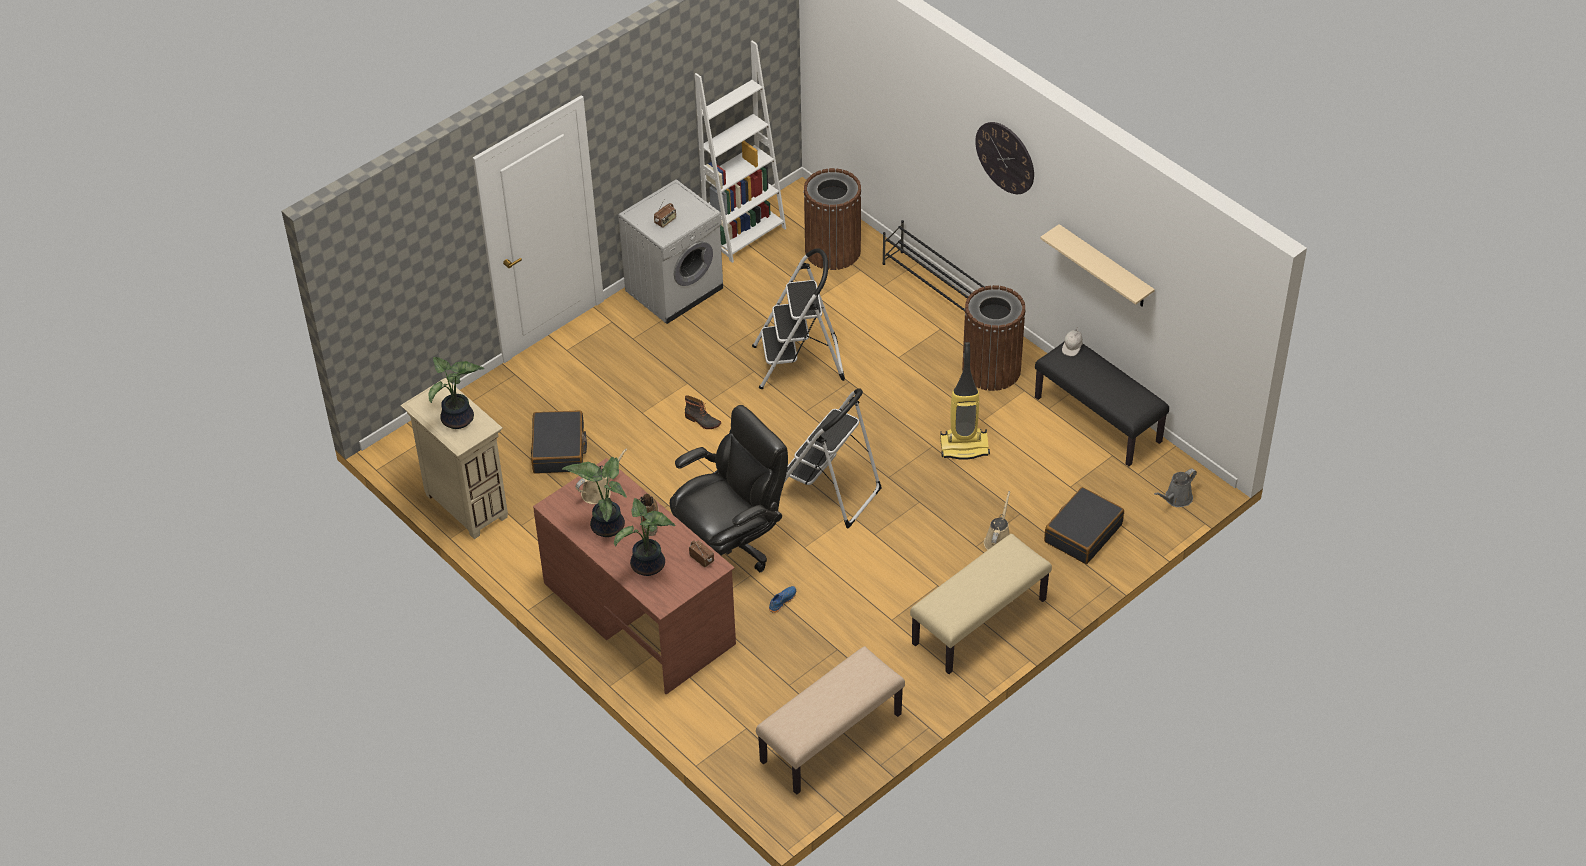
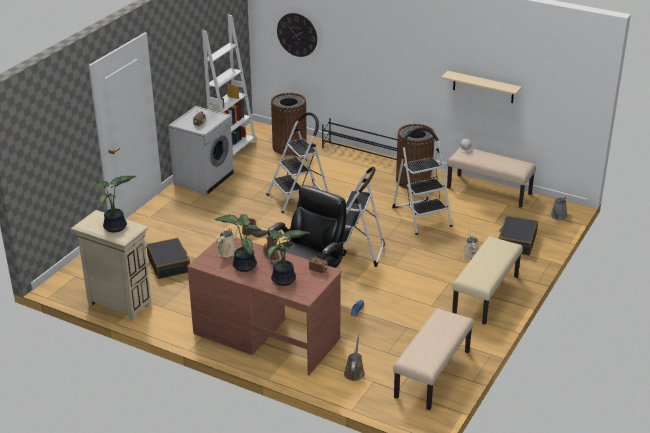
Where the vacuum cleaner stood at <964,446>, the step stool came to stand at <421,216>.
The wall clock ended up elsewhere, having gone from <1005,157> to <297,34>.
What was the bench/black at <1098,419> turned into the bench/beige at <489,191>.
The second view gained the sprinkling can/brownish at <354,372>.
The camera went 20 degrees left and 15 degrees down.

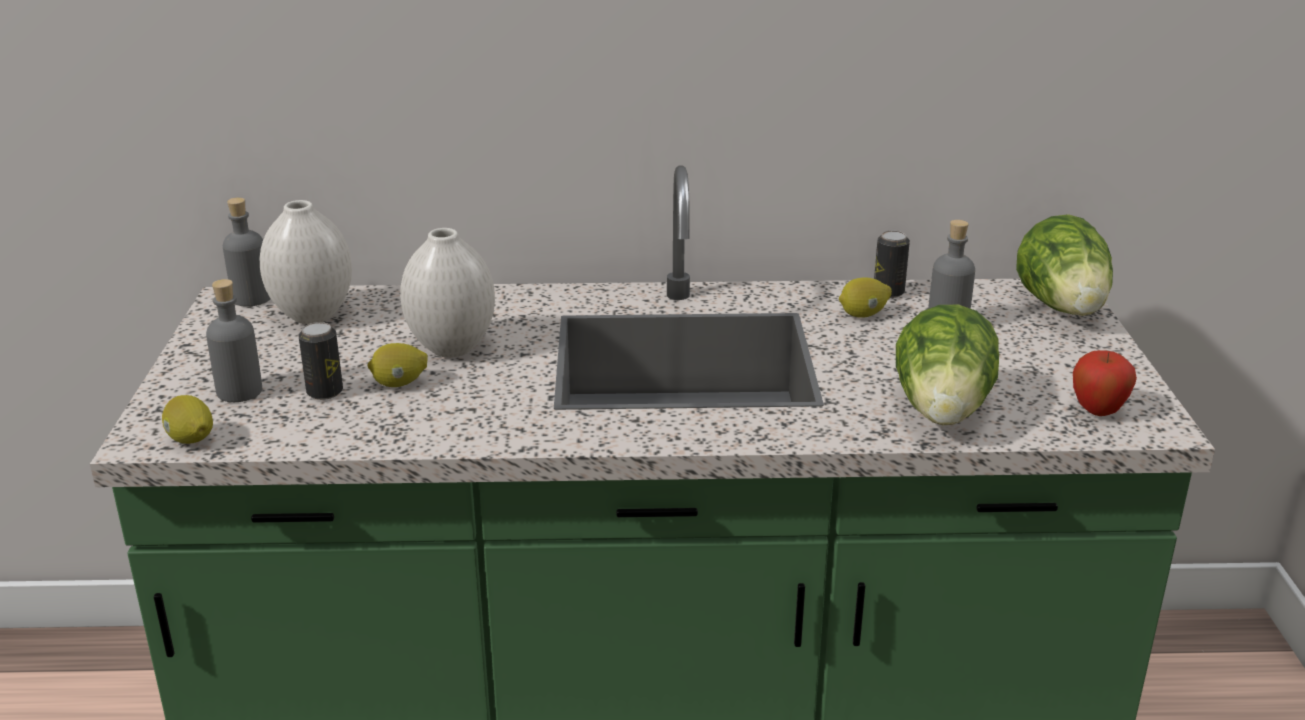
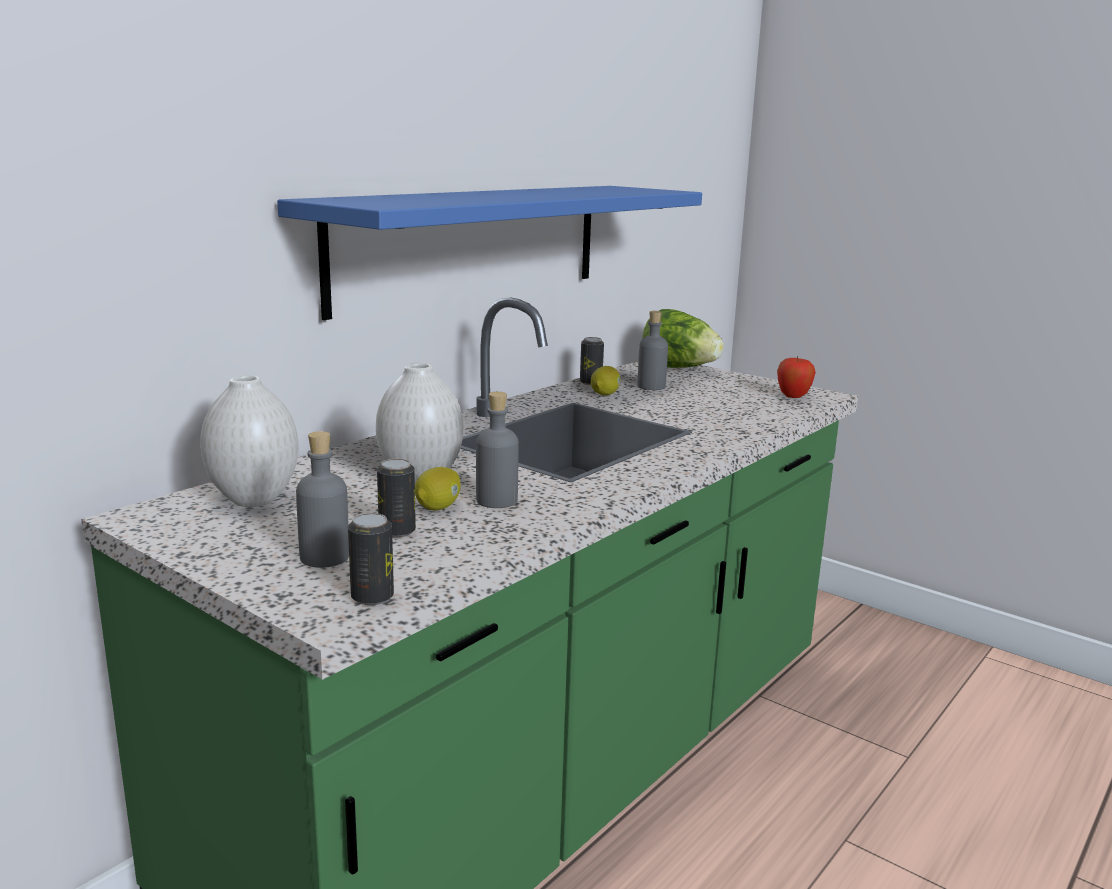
Where the lemon stood at <191,440>, the can came to stand at <372,597>.
The beverage bottle/gray ended up elsewhere, having gone from <252,298> to <496,500>.
The second view lost the lettuce head at <943,412>.
The second view gained the shelf/bluish at <473,244>.
The camera went 50 degrees left and 10 degrees down.

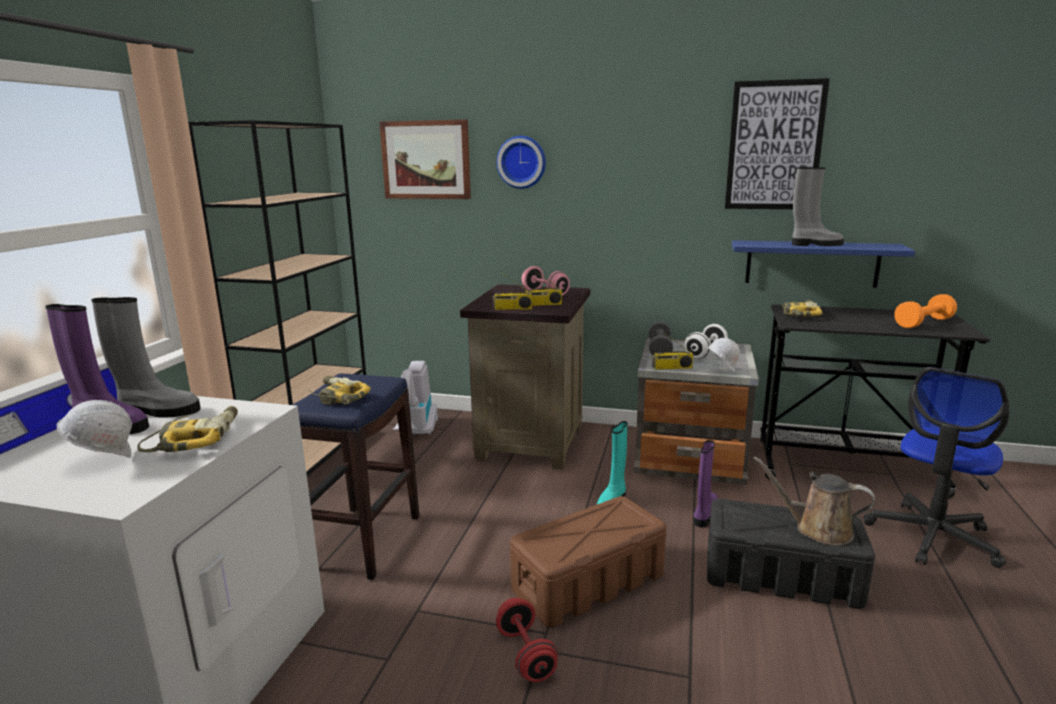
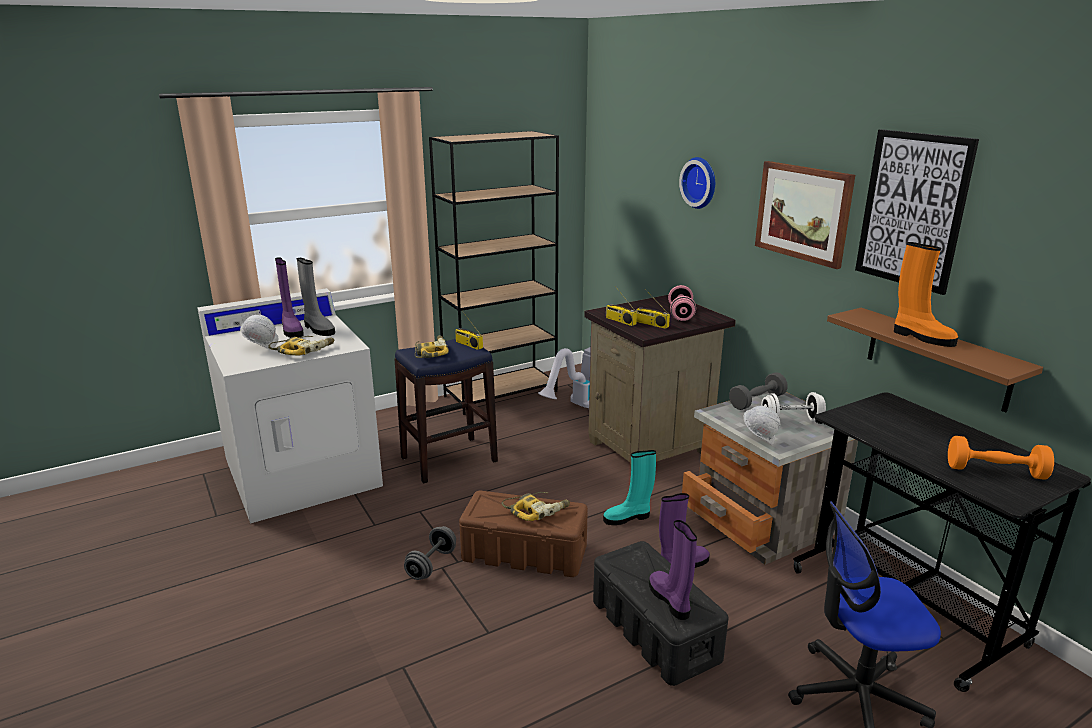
The wall art ended up elsewhere, having gone from <426,160> to <803,212>.
What was the hand weight/reddish at <526,654> turned into the hand weight/gray at <431,564>.
The radio set ended up elsewhere, having gone from <672,368> to <468,345>.
What was the shelf/bluish at <811,263> turned into the shelf/brownish at <937,358>.
Where the sprinkling can/brownish stood at <817,529>, the boot/purple-coloured came to stand at <670,600>.
The power drill ended up elsewhere, having gone from <798,314> to <536,510>.
What was the boot/gray at <815,244> turned into the boot/orange at <921,337>.
The camera went 45 degrees right and 5 degrees up.

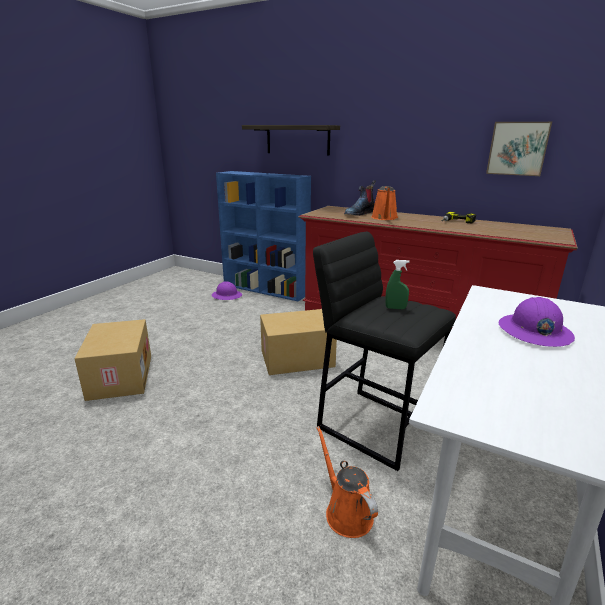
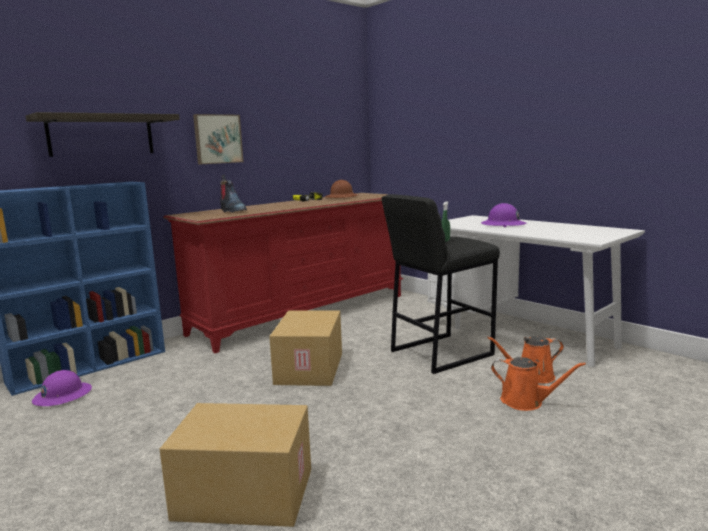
The sprinkling can/orange ended up elsewhere, having gone from <384,218> to <526,402>.
The wall art ended up elsewhere, having gone from <517,148> to <217,139>.
The second view gained the safety helmet/brownish at <342,197>.
The camera went 70 degrees left and 10 degrees down.

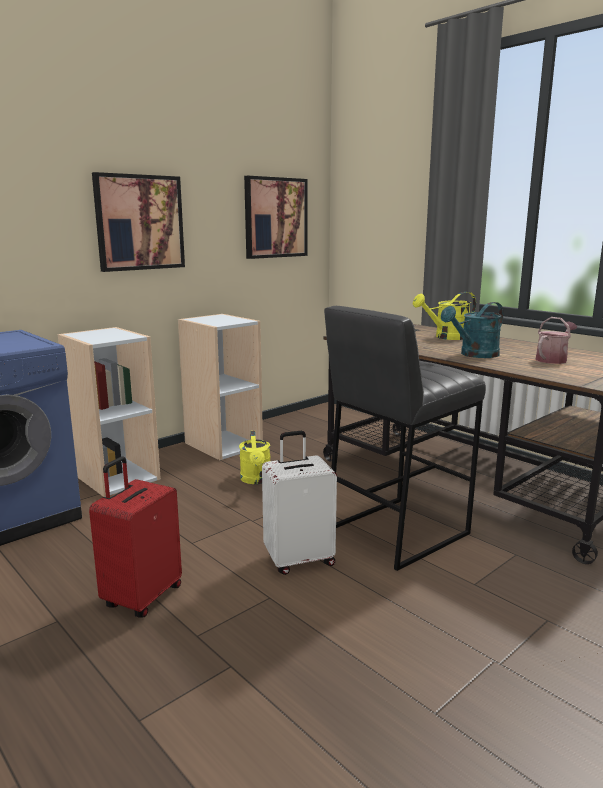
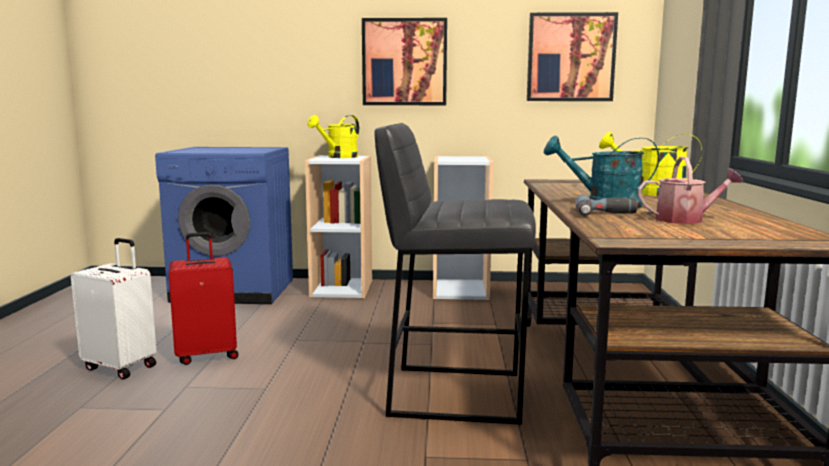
The sprinkling can/yellowish ended up elsewhere, having gone from <256,480> to <338,157>.
The travel case/whitish ended up elsewhere, having gone from <299,559> to <121,367>.
The second view gained the power drill at <605,214>.
The camera went 45 degrees right and 5 degrees down.

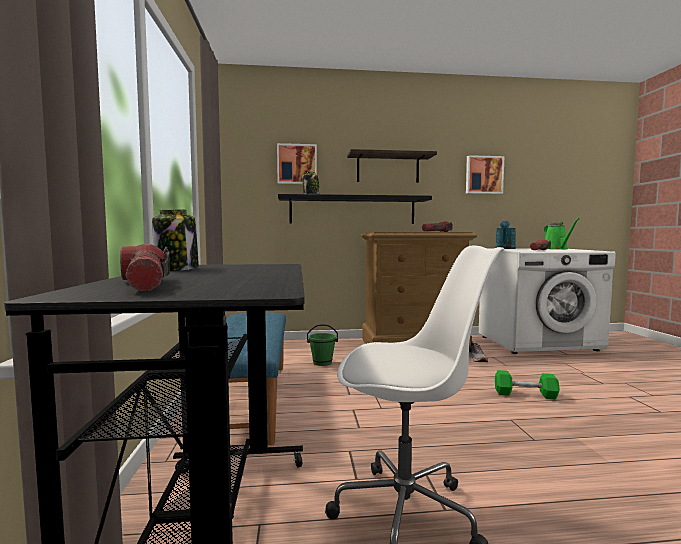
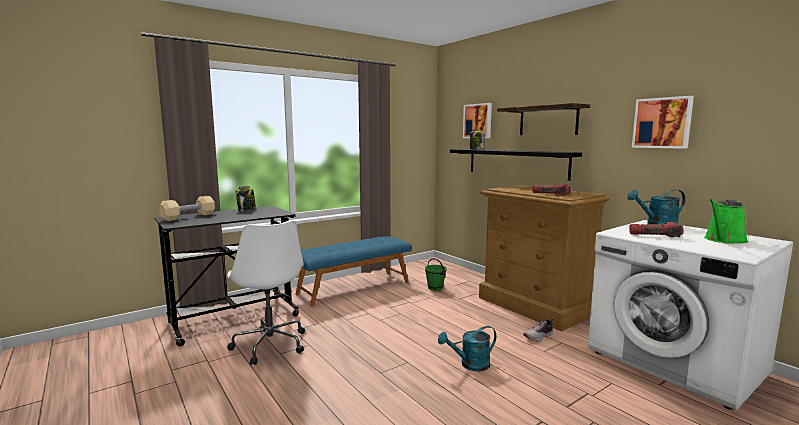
Where the hand torch stood at <146,285>, the hand weight/beige came to stand at <188,217>.
Where the hand weight/greenish stood at <525,394>, the sprinkling can/turquoise-coloured came to stand at <470,365>.
The camera went 60 degrees right and 5 degrees up.

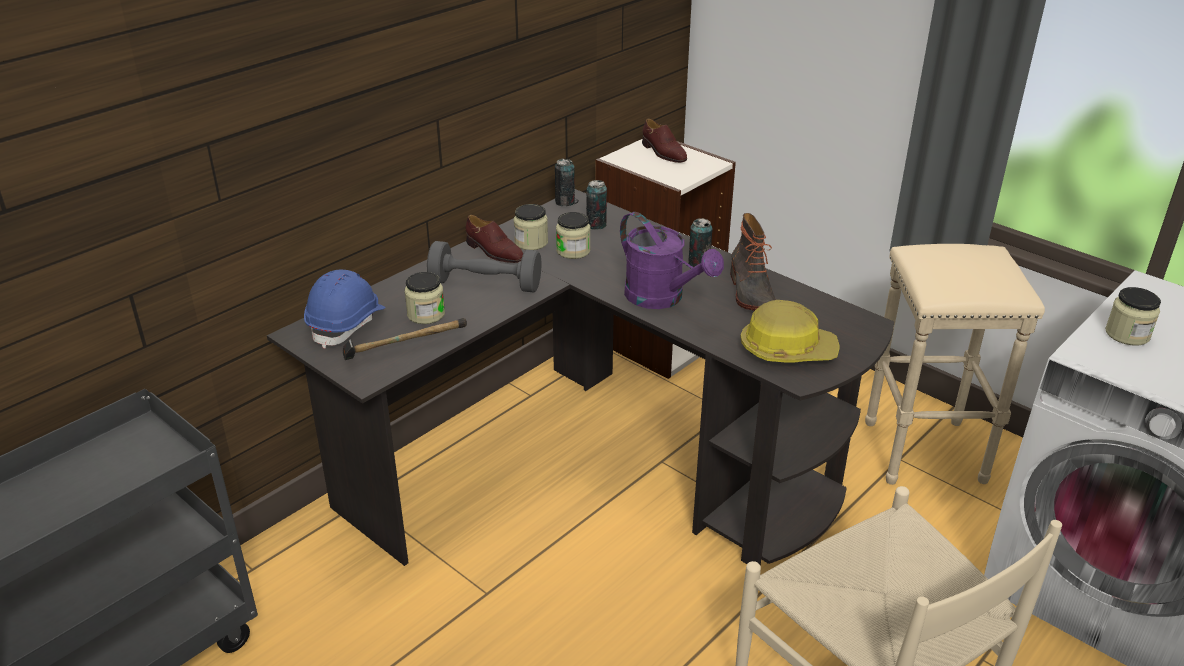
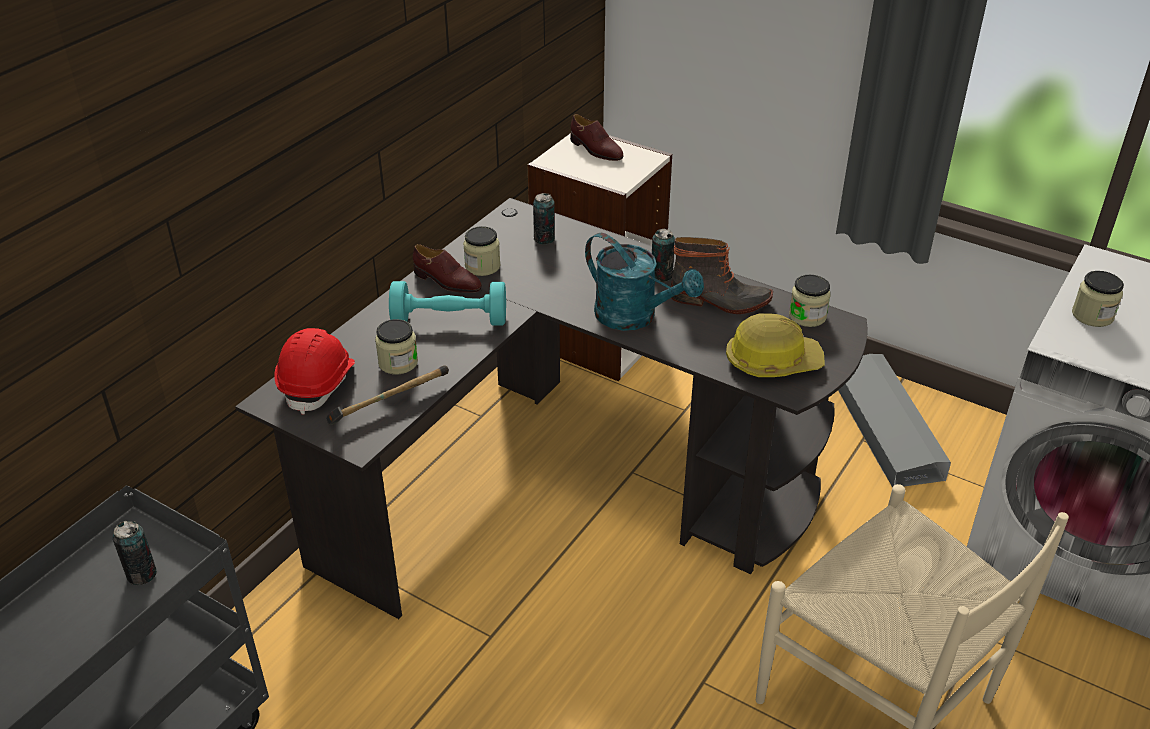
What was the safety helmet/bluish at <347,324> turned into the safety helmet/reddish at <318,383>.
What was the hand weight/gray at <485,284> turned into the hand weight/turquoise-coloured at <449,321>.
The can ended up elsewhere, having gone from <565,202> to <142,574>.
The preserve jar ended up elsewhere, having gone from <573,251> to <807,316>.
What was the sprinkling can/purple-coloured at <662,298> turned into the sprinkling can/turquoise-coloured at <635,317>.
The boot at <750,292> ended up facing another way, 60 degrees counterclockwise from before.
Where the stool/beige stood at <926,449>, the storage box/gray came to stand at <885,427>.
The camera went 10 degrees left and 5 degrees up.

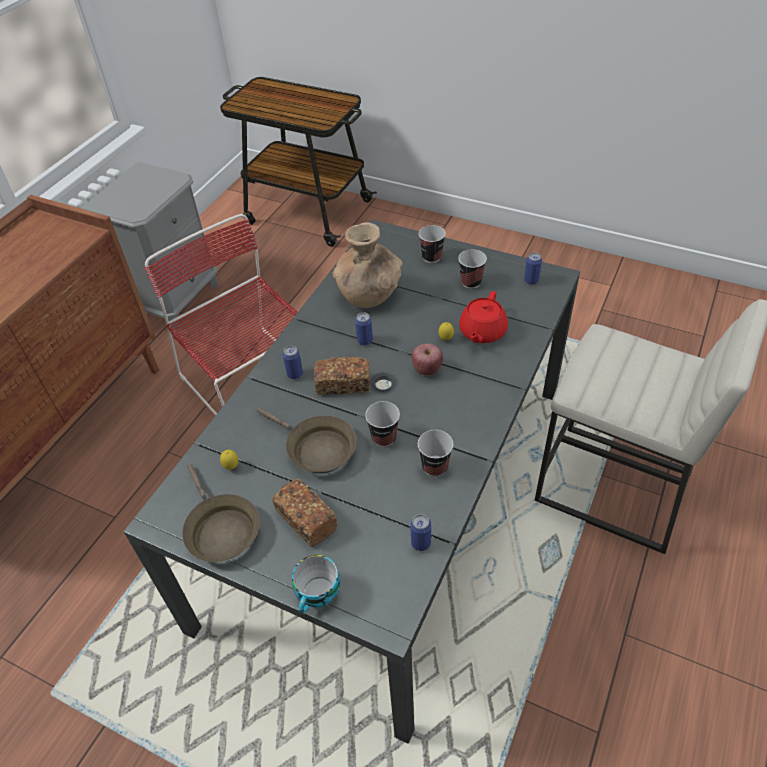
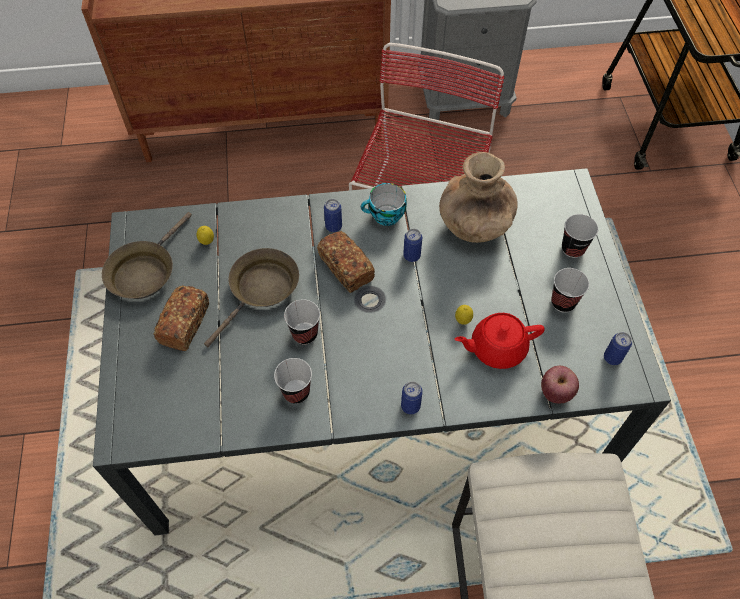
The frying pan/brownish at <316,449> ended up facing another way, 150 degrees counterclockwise from before.
The small cup ended up elsewhere, having gone from <318,595> to <385,216>.
The can ended up elsewhere, having gone from <421,543> to <410,406>.
The apple fruit ended up elsewhere, having gone from <427,369> to <556,392>.
The camera went 55 degrees right and 10 degrees up.

